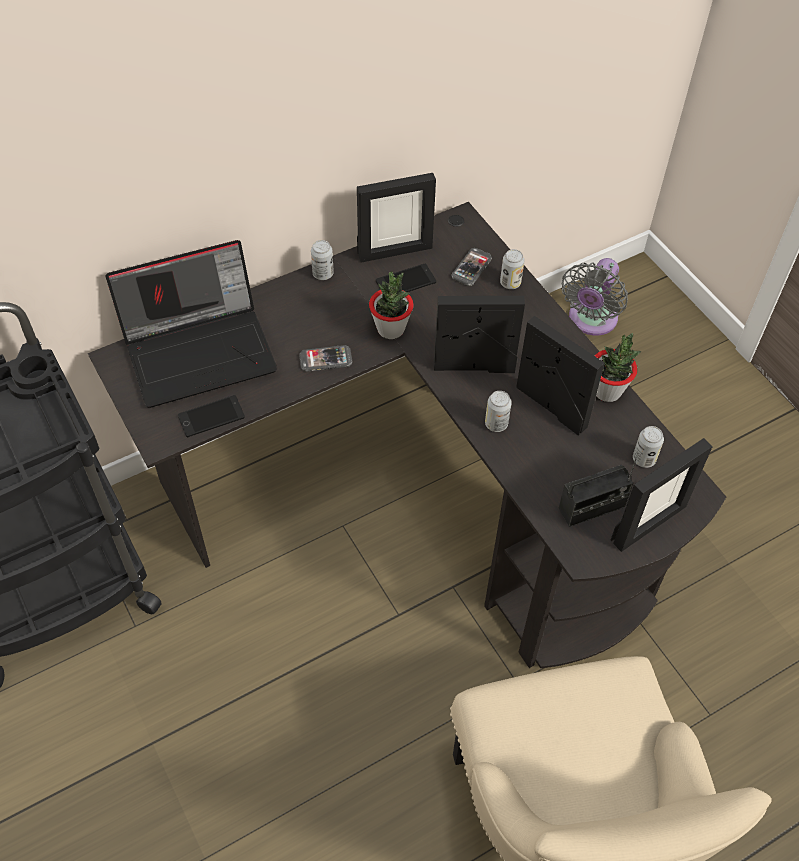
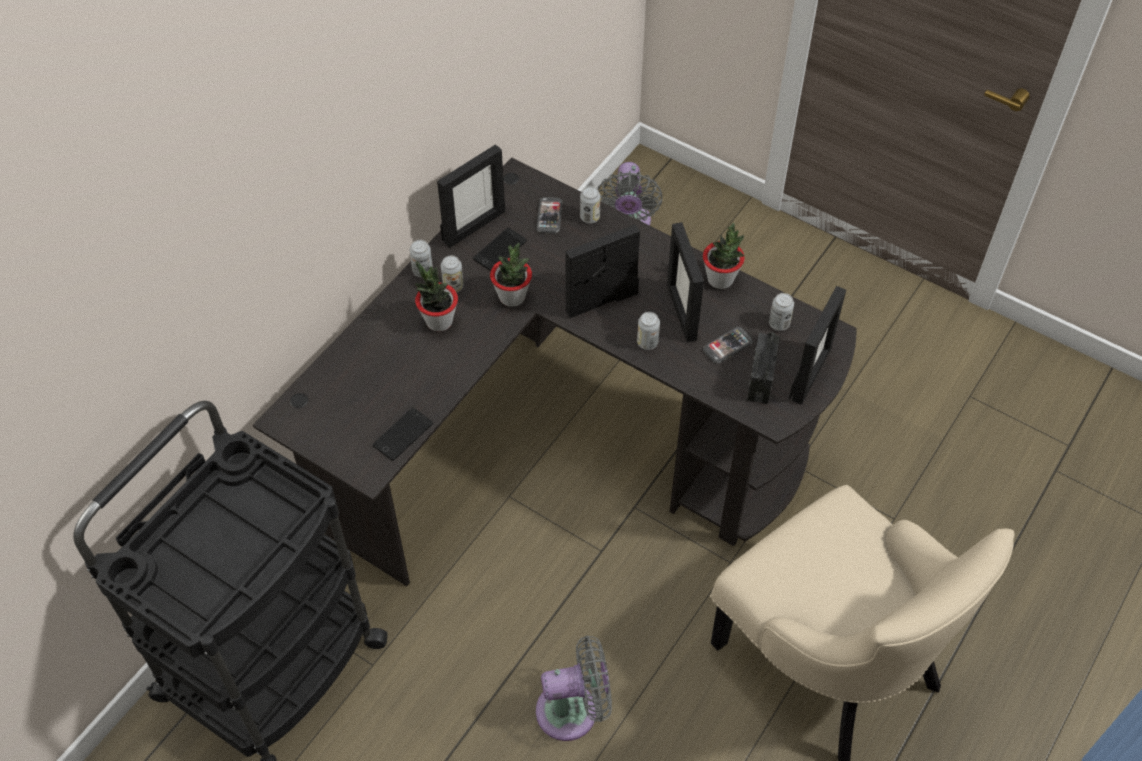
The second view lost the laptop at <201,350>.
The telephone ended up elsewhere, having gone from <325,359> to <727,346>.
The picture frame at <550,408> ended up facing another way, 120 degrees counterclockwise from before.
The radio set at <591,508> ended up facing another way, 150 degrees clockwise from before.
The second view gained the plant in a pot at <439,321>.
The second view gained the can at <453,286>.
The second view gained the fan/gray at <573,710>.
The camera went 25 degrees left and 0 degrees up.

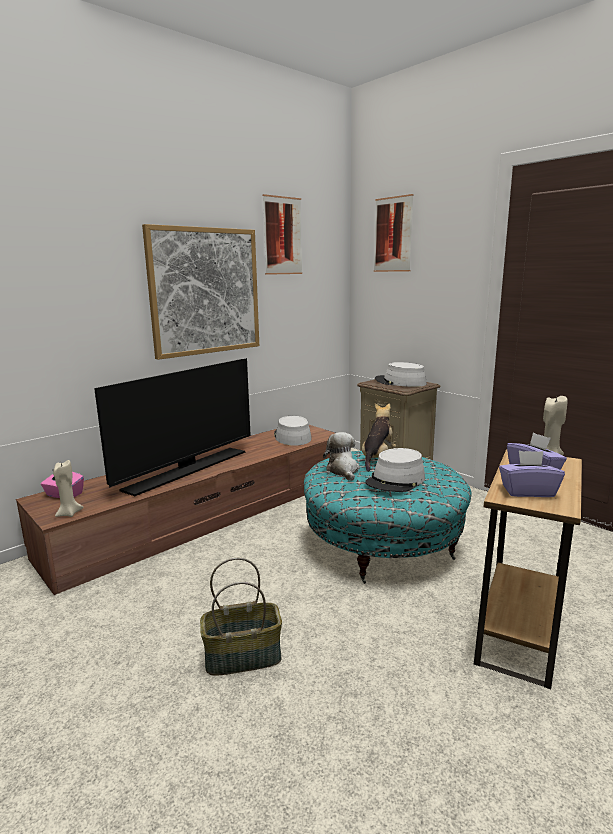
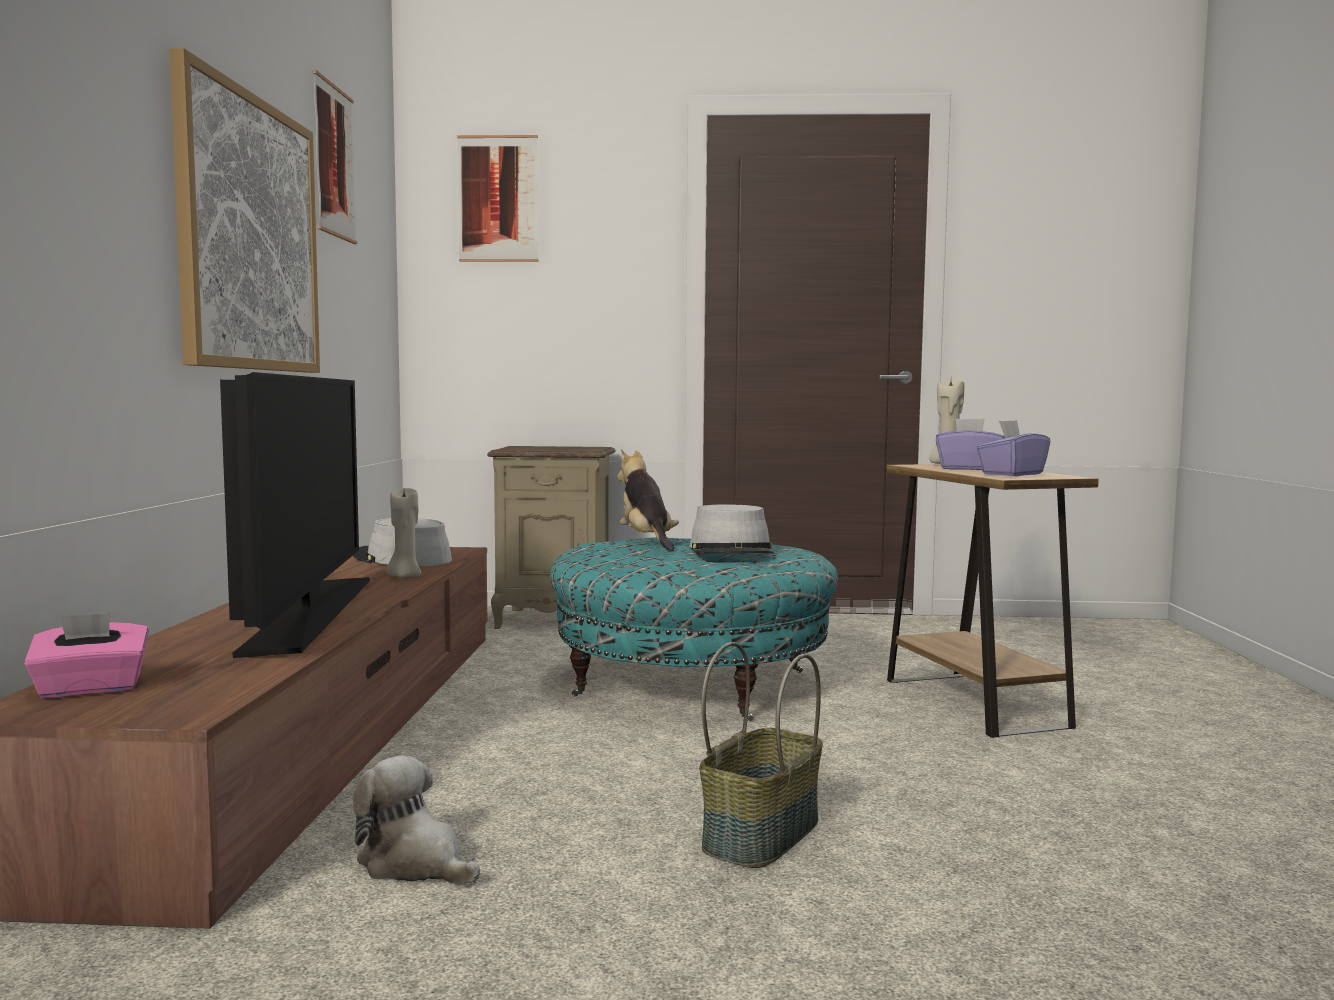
The candle/beige ended up elsewhere, having gone from <69,513> to <404,576>.
The plush toy ended up elsewhere, having gone from <343,470> to <415,863>.
The second view lost the hat/gray at <400,382>.
The camera went 45 degrees left and 10 degrees down.

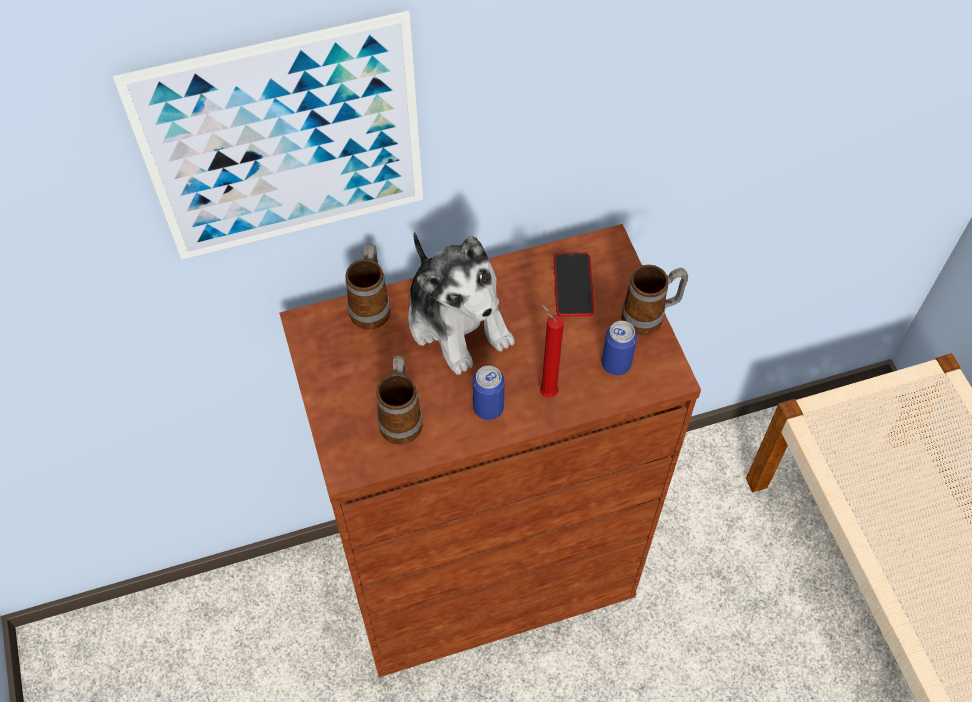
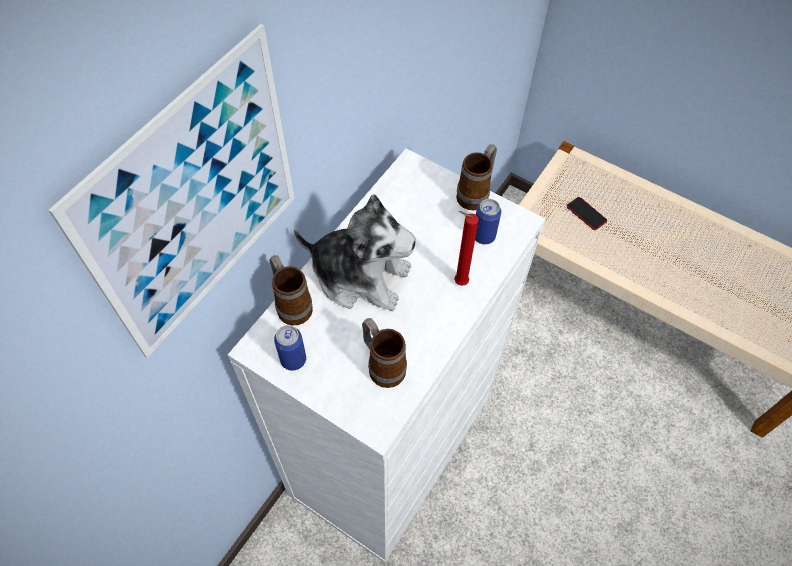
What was the chest of drawers/brownish at <488,571> turned into the chest of drawers/whitish at <393,446>.
The can ended up elsewhere, having gone from <488,408> to <293,360>.
The telephone ended up elsewhere, having gone from <573,285> to <586,214>.
The camera went 40 degrees left and 0 degrees up.

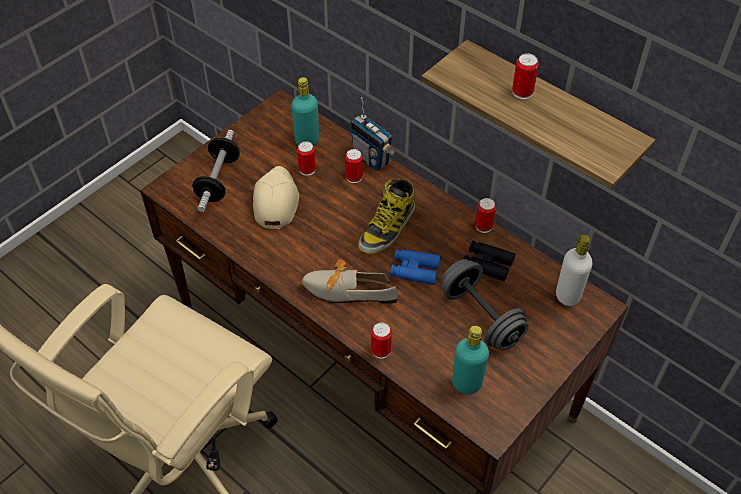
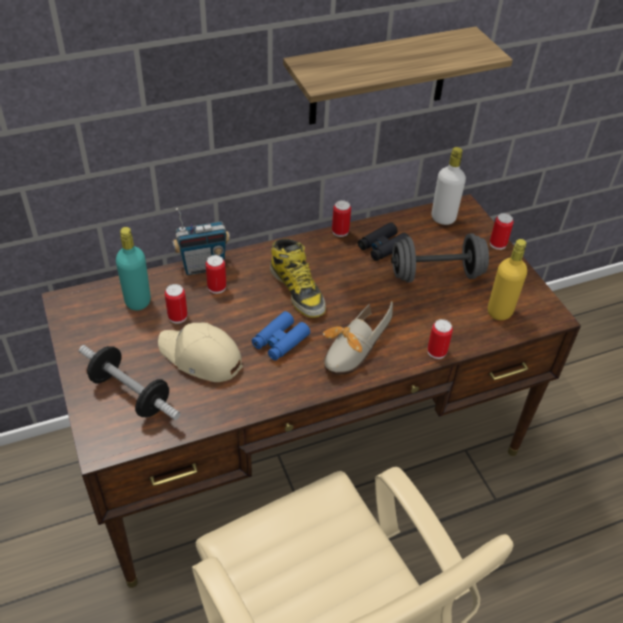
The binoculars/bluish ended up elsewhere, having gone from <414,270> to <280,341>.
What was the beverage bottle/turquoise-coloured at <466,383> turned into the beverage bottle/yellowish at <499,311>.
The can ended up elsewhere, having gone from <522,92> to <498,244>.
The camera went 65 degrees left and 5 degrees down.

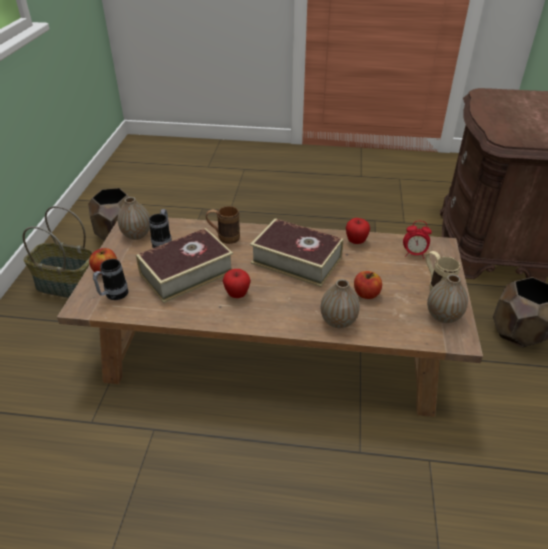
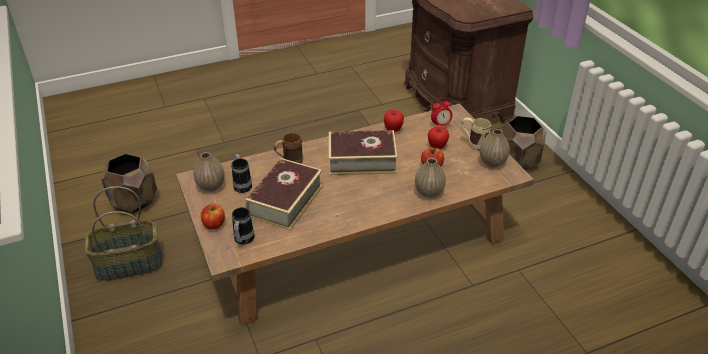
The apple fruit ended up elsewhere, having gone from <237,294> to <437,147>.
The camera went 30 degrees left and 0 degrees up.

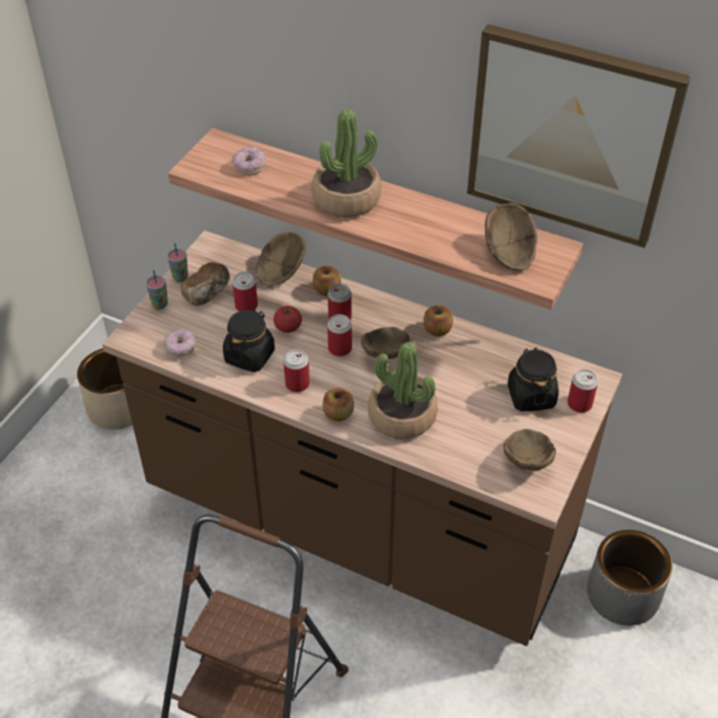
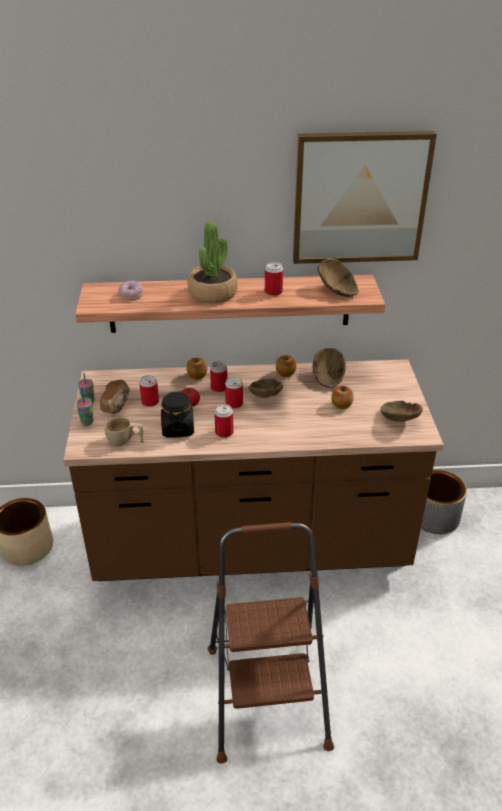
Where the donut stood at <181,348>, the small cup/beige came to stand at <125,441>.
The deep dish/brownish ended up elsewhere, having gone from <279,271> to <327,378>.
The apple fruit ended up elsewhere, having gone from <338,414> to <341,405>.
The second view lost the plant in a pot at <402,416>.
The second view lost the preserve jar/black at <531,396>.
The can ended up elsewhere, having gone from <579,404> to <273,292>.
The camera went 30 degrees left and 10 degrees down.

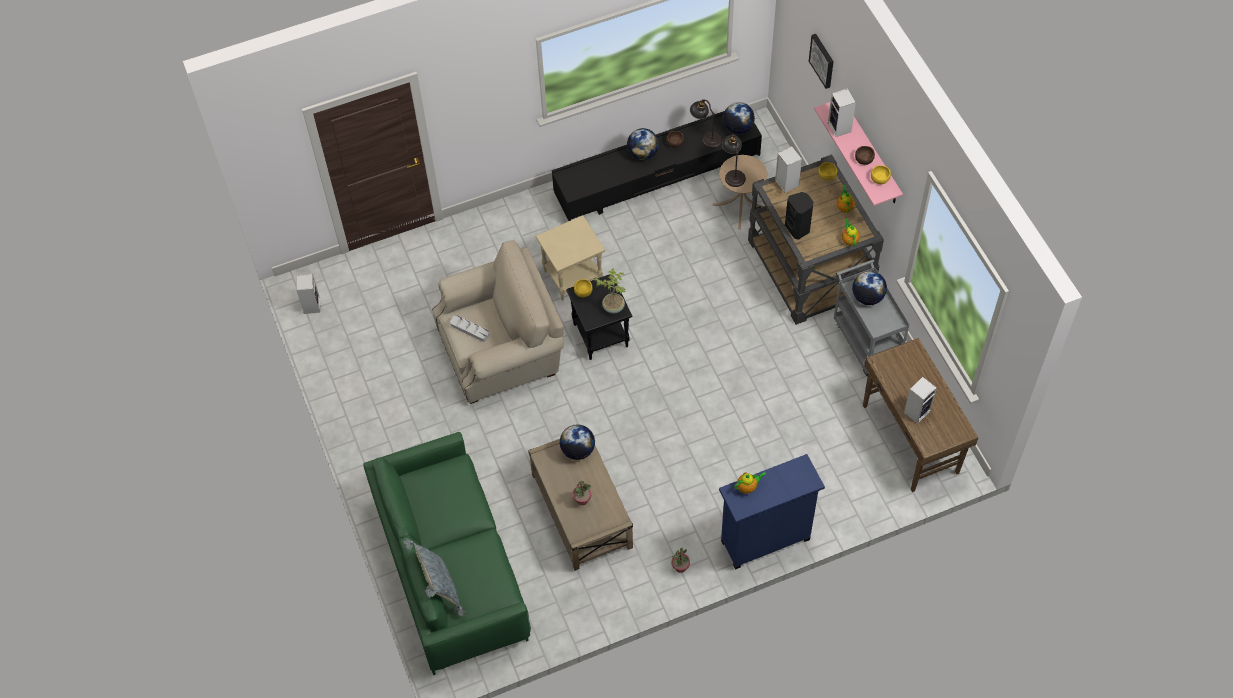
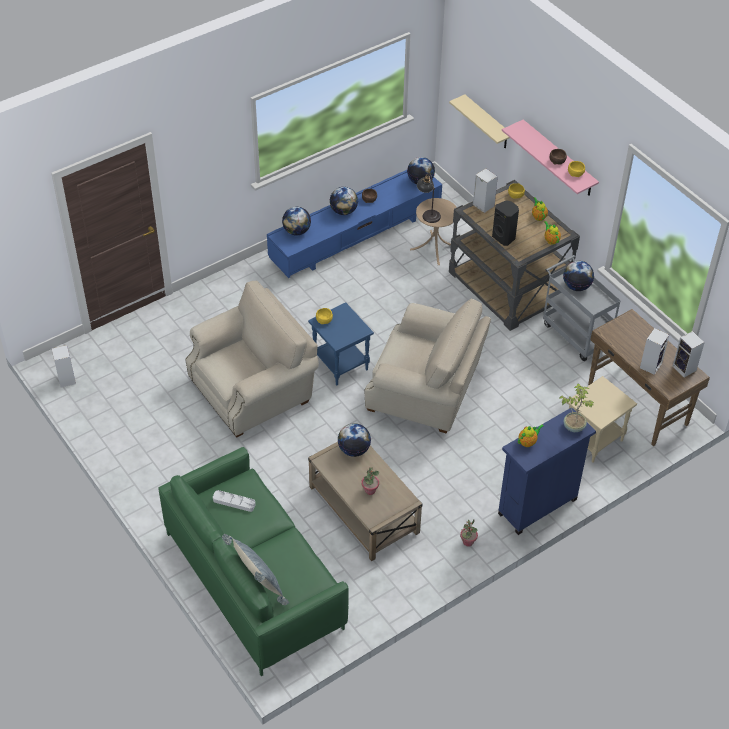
The serving tray/gray ended up elsewhere, having gone from <470,329> to <234,502>.
The end table/beige ended up elsewhere, having gone from <572,278> to <593,440>.
What was the media console/black at <656,177> turned into the media console/bluish at <355,236>.
What was the end table/black at <599,335> turned into the end table/bluish at <339,364>.
The plant in a pot ended up elsewhere, having gone from <613,306> to <573,426>.
The second view lost the tabletop lamp/gray at <705,135>.
The second view lost the wall art at <823,60>.
The speaker ended up elsewhere, having gone from <840,128> to <685,369>.
The second view gained the desk globe at <296,231>.
The second view gained the armchair/beige at <425,391>.
The second view gained the shelf/beige at <487,123>.
The camera went 15 degrees left and 10 degrees down.

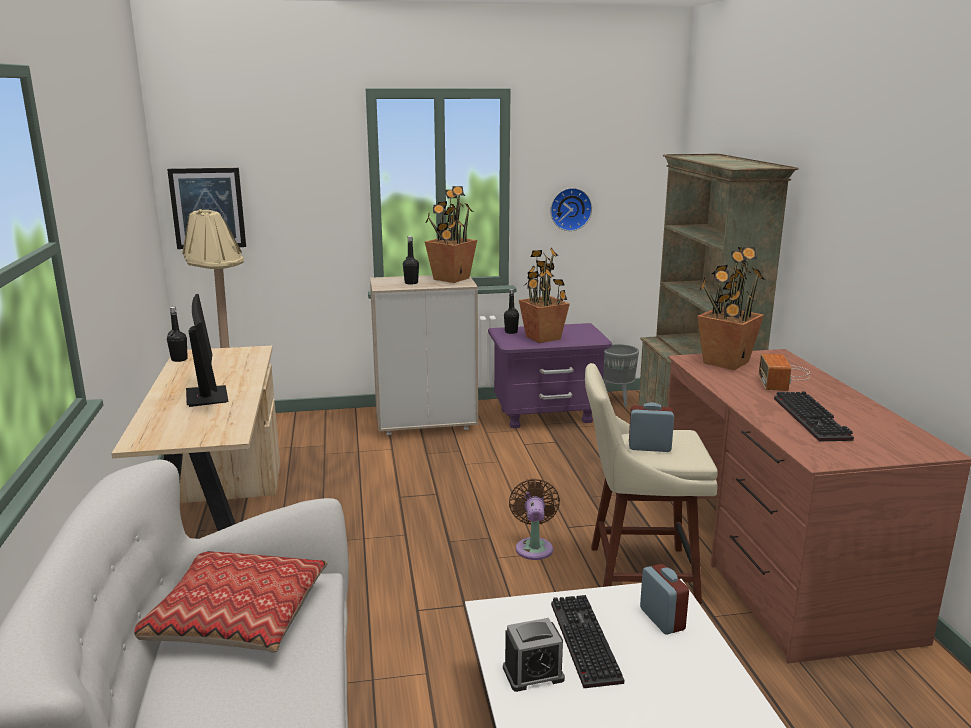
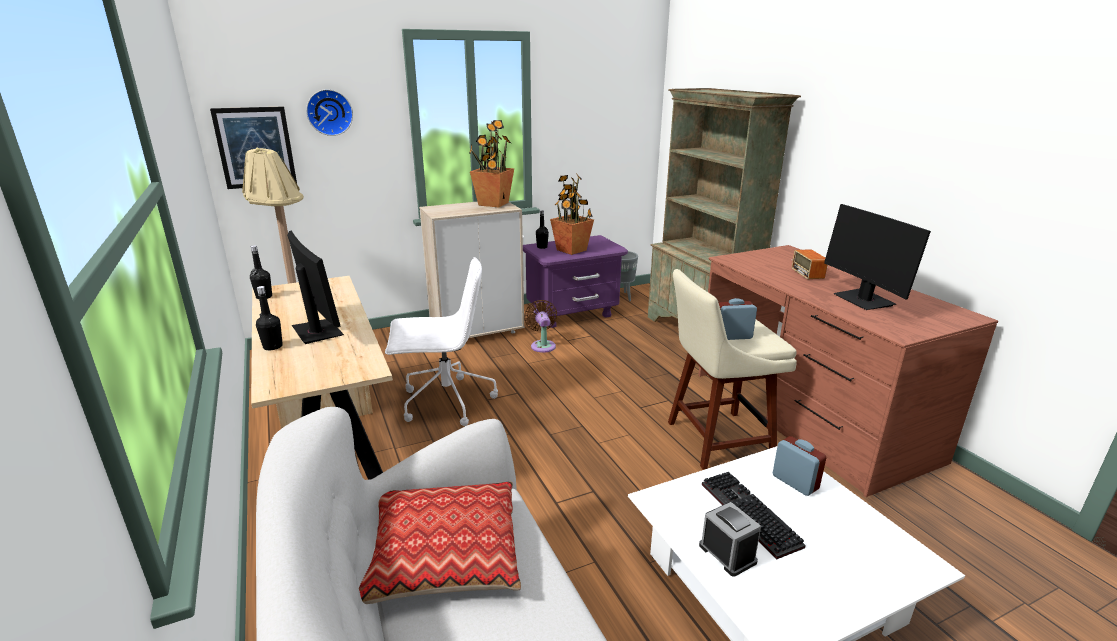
The beverage bottle/black ended up elsewhere, having gone from <411,283> to <273,346>.
The table clock at <533,673> ended up facing another way, 90 degrees counterclockwise from before.
The fan/brownish ended up elsewhere, having gone from <534,547> to <542,345>.
The wall clock ended up elsewhere, having gone from <570,209> to <329,112>.
The second view lost the plant in a pot at <725,362>.
Where the PC keyboard stood at <814,419>, the computer screen came to stand at <863,300>.
The second view gained the computer chair/whitish at <443,403>.
The camera went 15 degrees left and 5 degrees up.

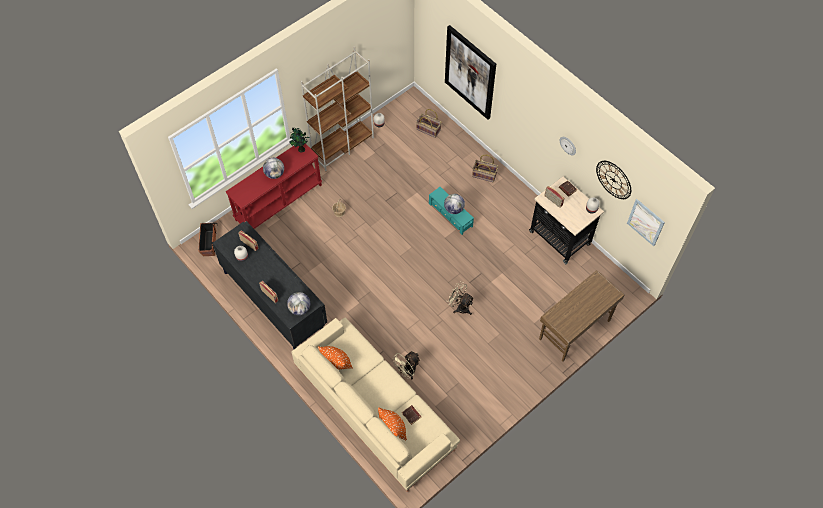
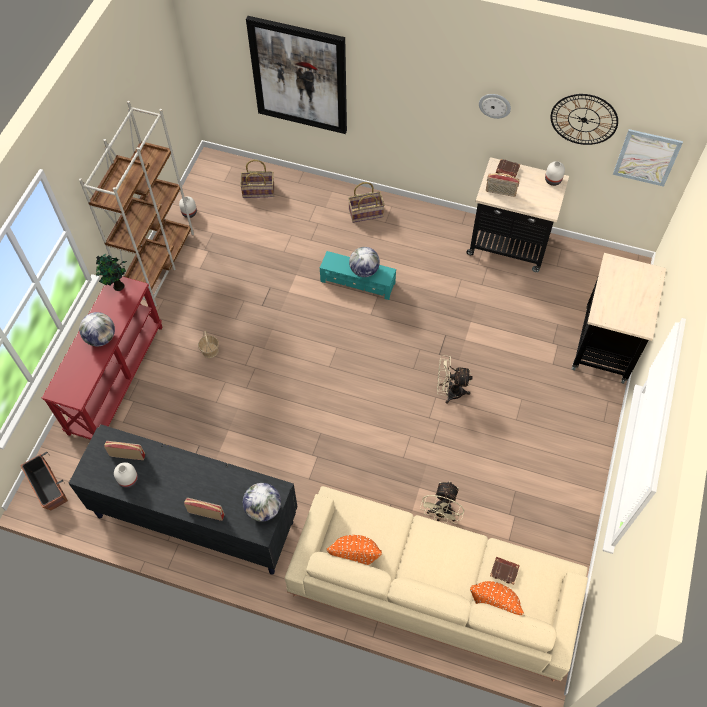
Where the narrow table/brownish stood at <574,330>, the trolley/black came to stand at <604,346>.
The camera went 30 degrees left and 0 degrees up.

